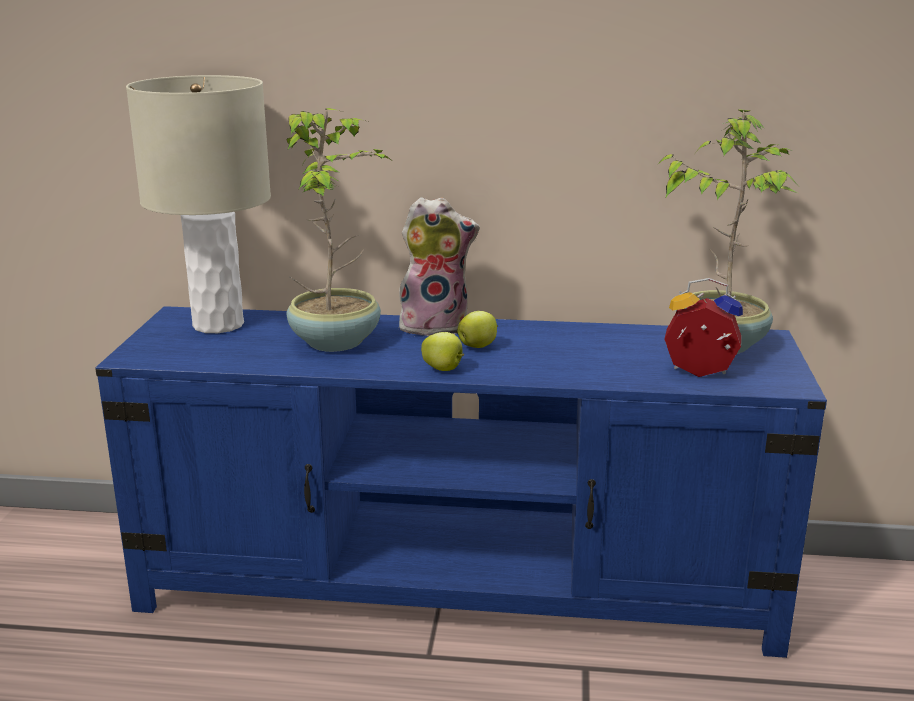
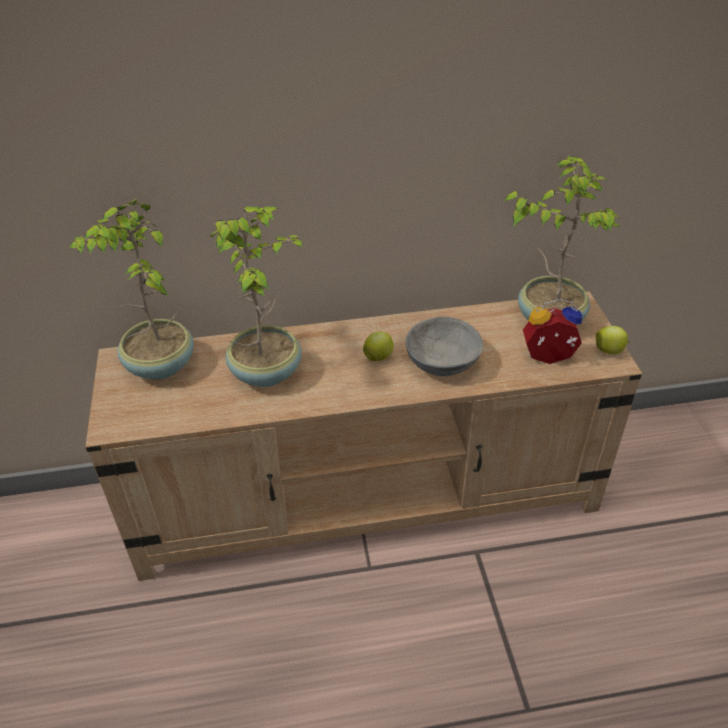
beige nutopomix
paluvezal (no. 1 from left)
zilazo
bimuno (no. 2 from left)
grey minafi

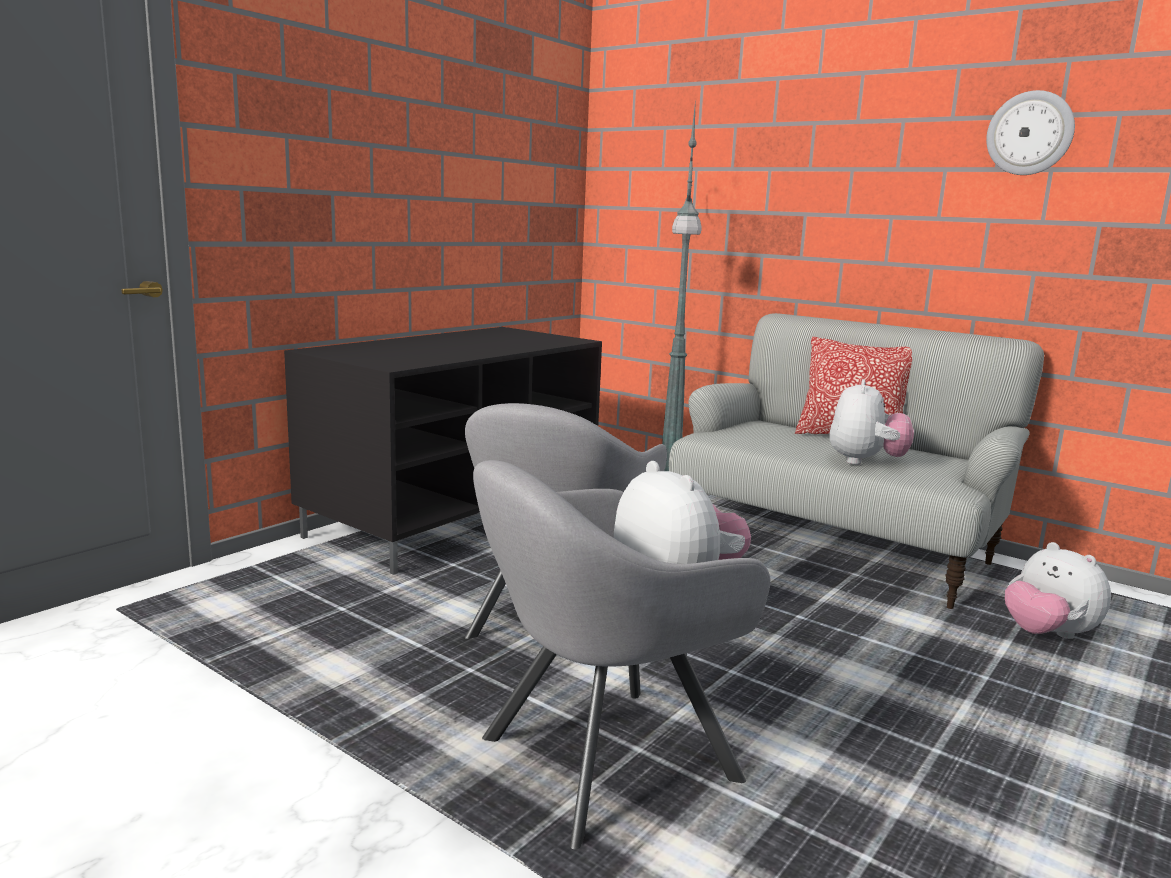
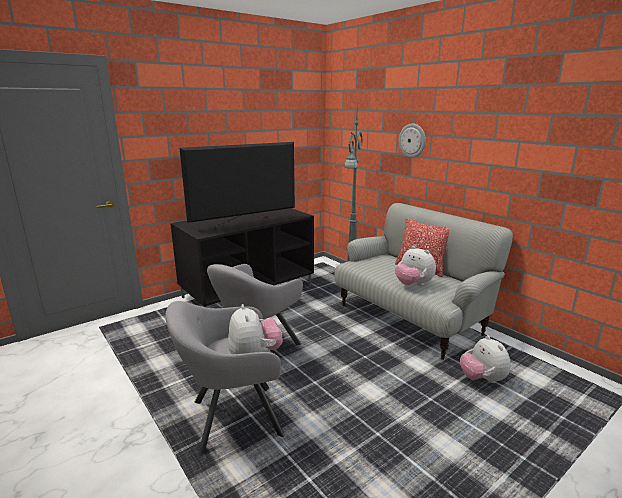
zilazo (no. 2 from left)
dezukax
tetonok

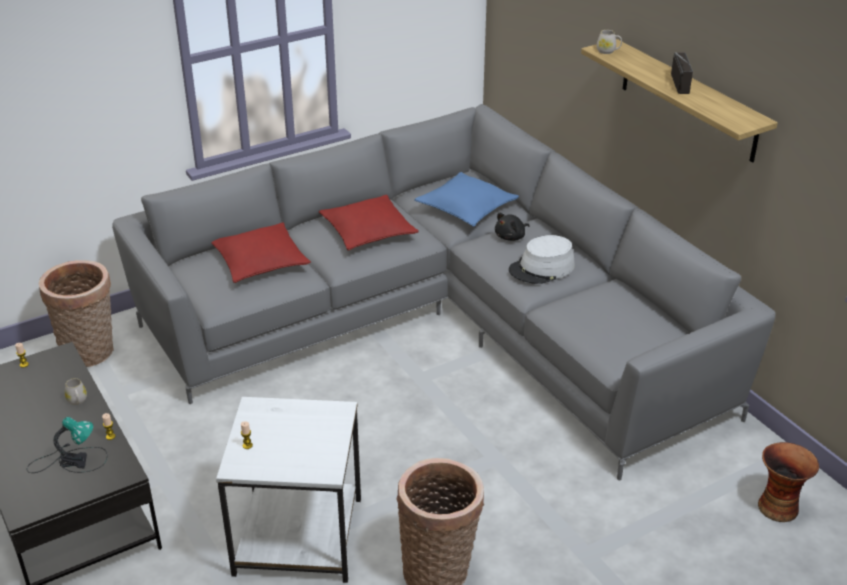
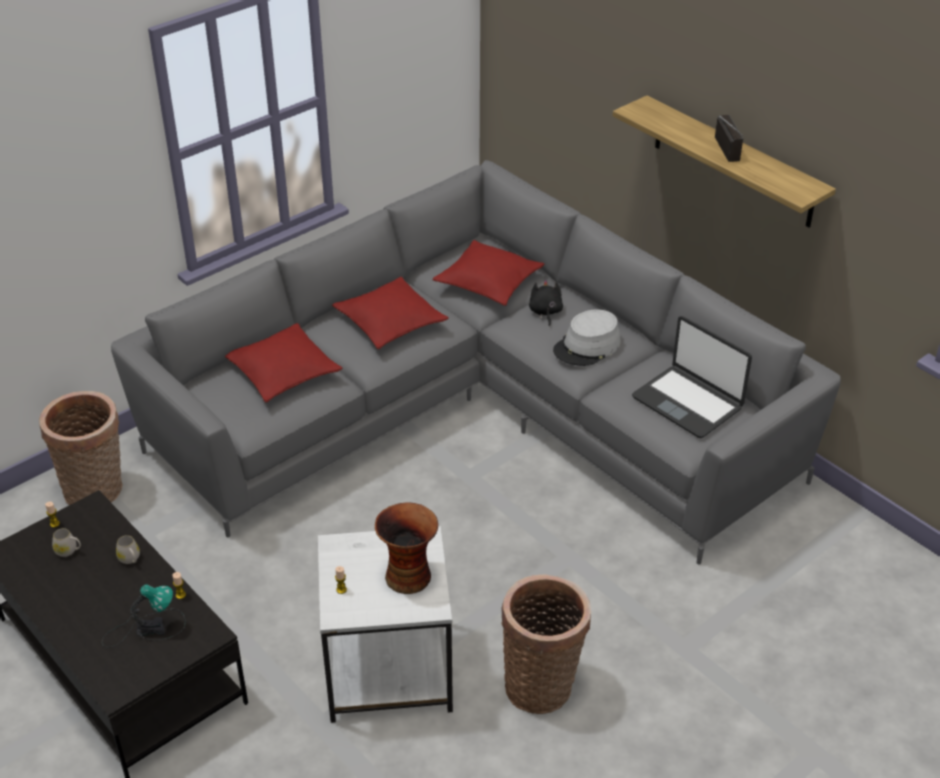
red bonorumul (no. 3 from left)
black zilazo
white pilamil (no. 1 from left)
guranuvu
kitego

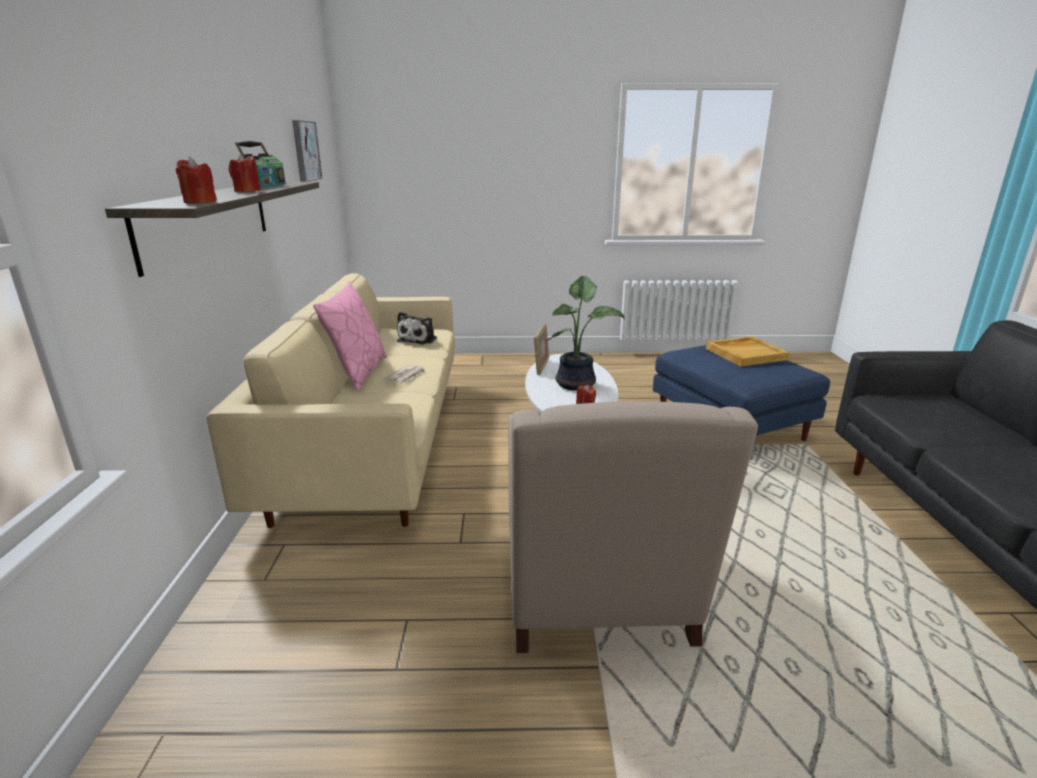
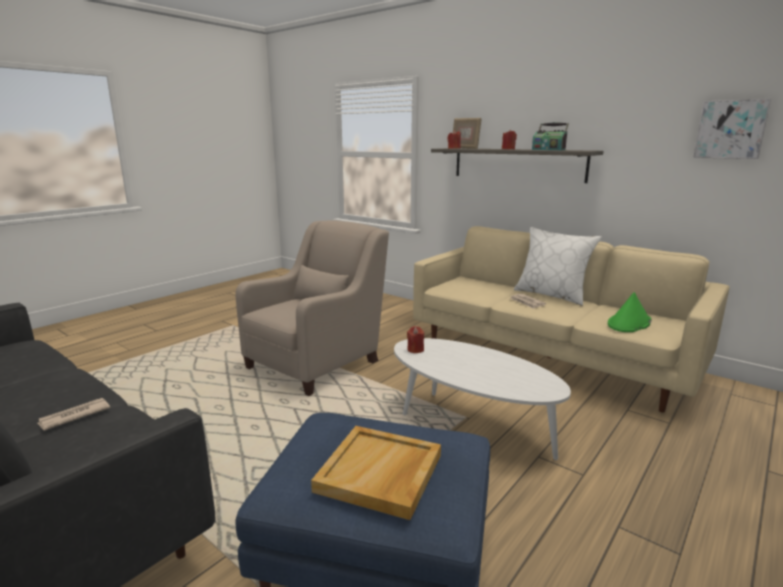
white bonorumul
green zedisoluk
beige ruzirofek
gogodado
paluvezal
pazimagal (no. 1 from left)

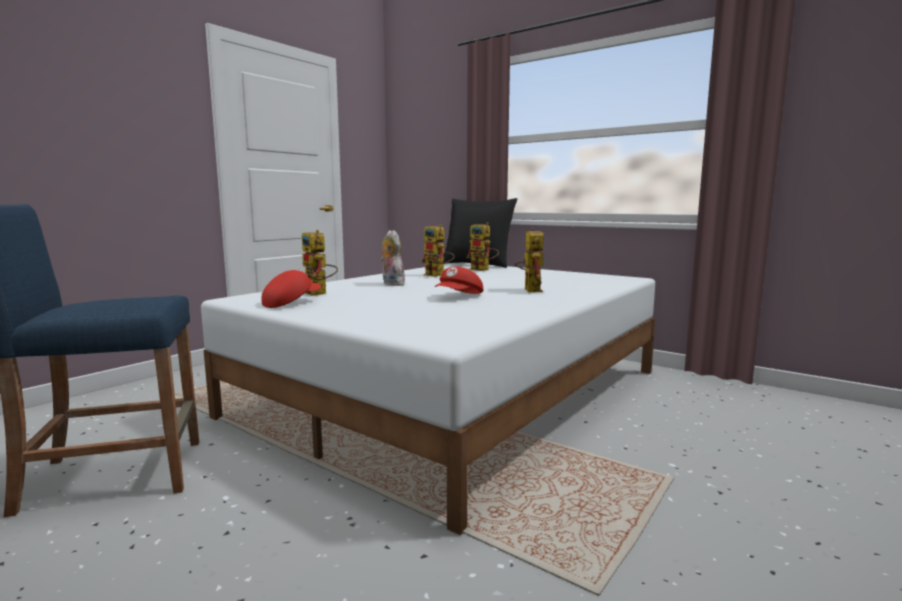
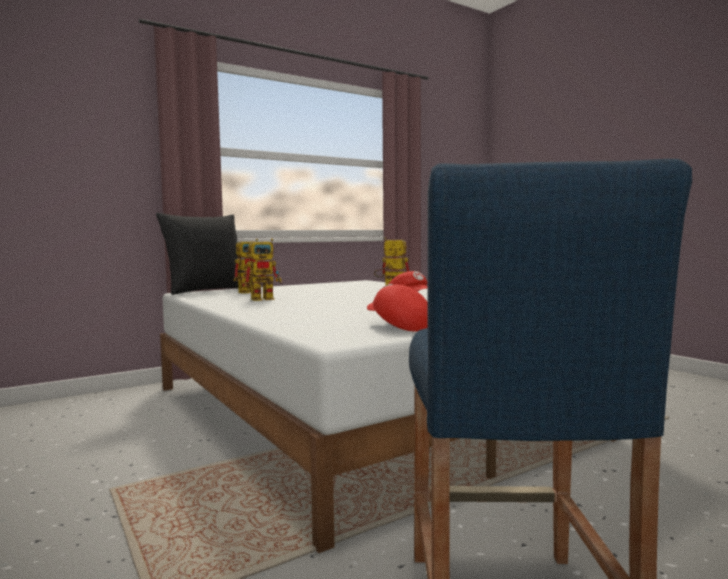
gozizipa (no. 1 from left in the first image)
zilazo

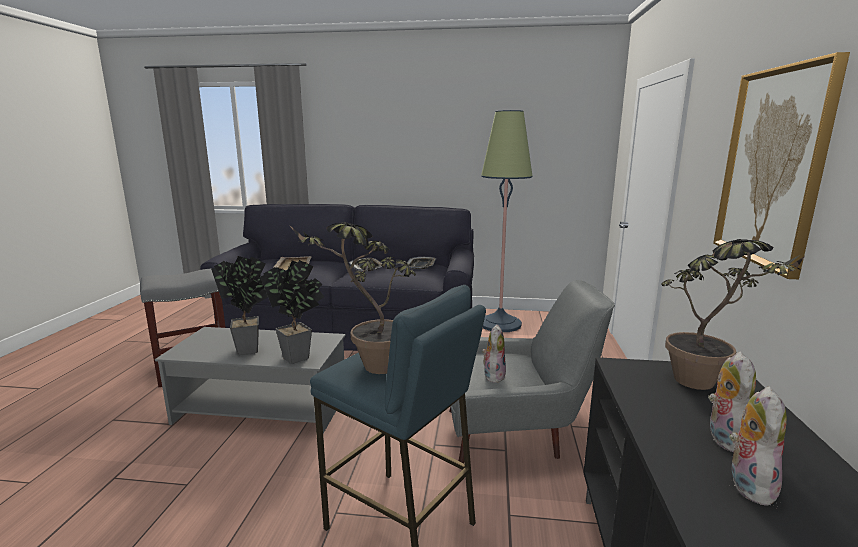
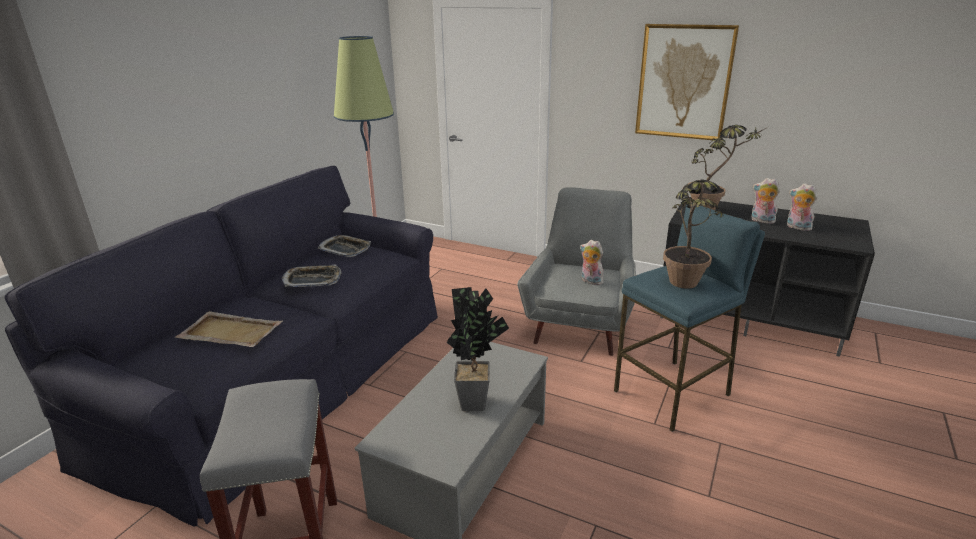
paluvezal (no. 2 from left in the first image)

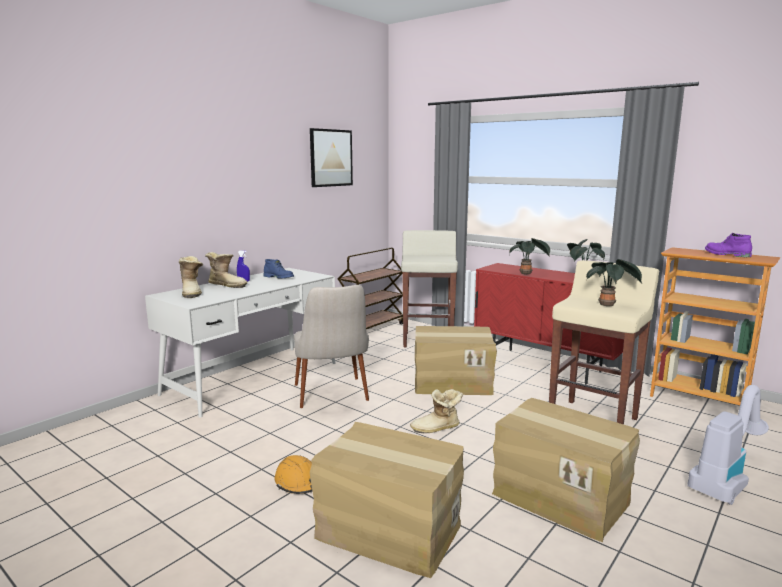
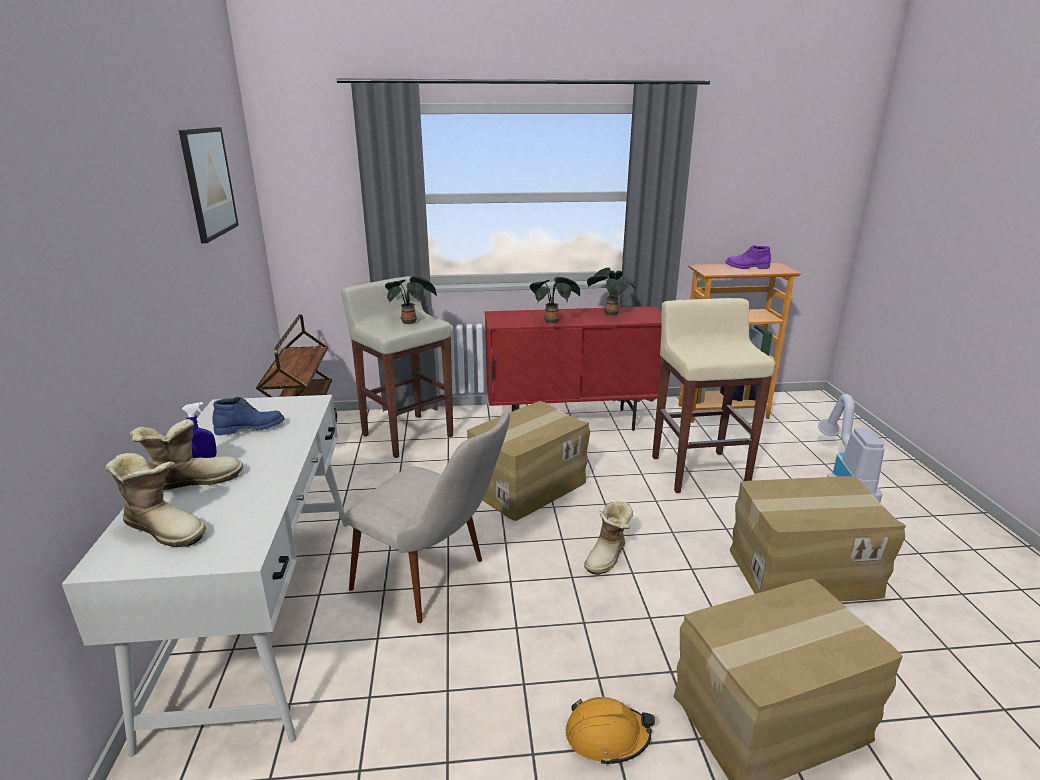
paluvezal (no. 1 from left)

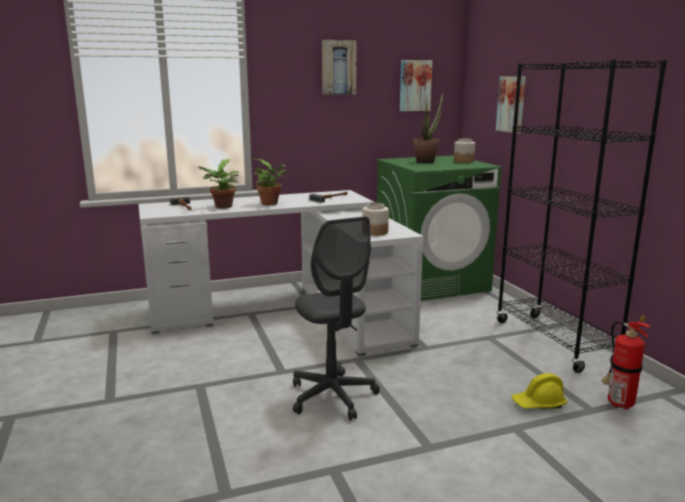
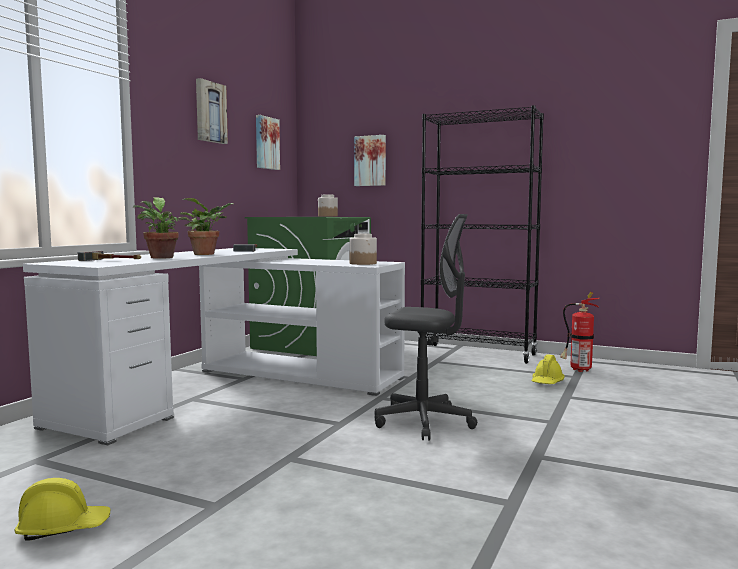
paluvezal (no. 3 from left in the first image)
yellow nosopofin (no. 1 from left)

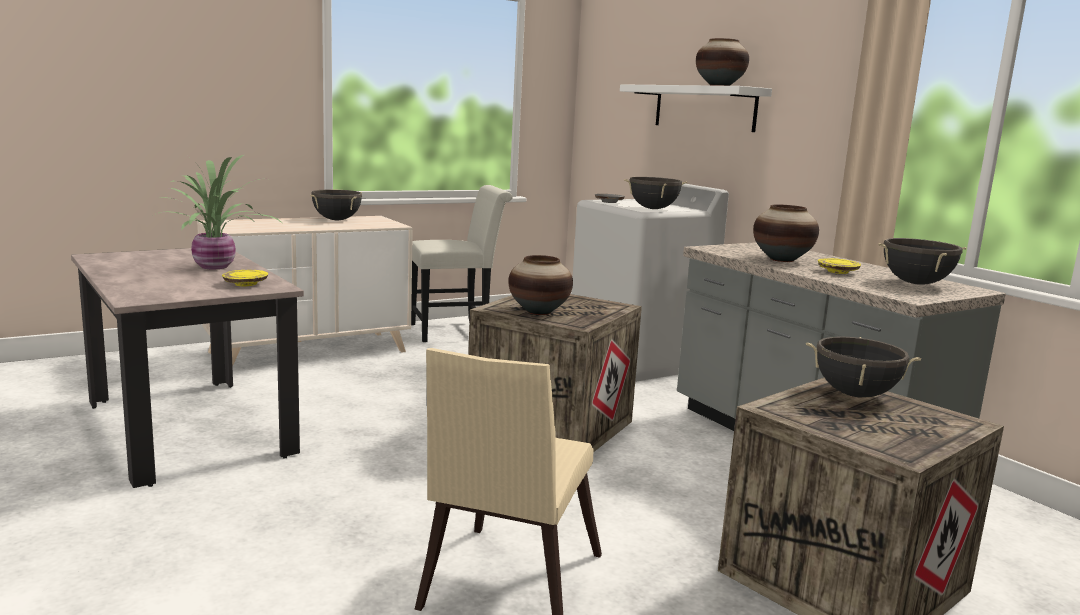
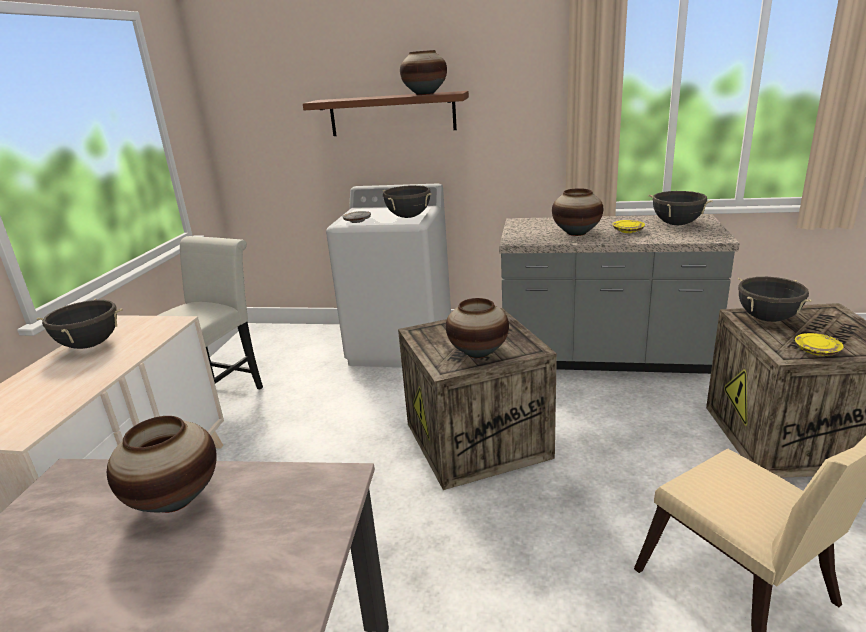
guranuvu (no. 1 from left)
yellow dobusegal (no. 2 from left)
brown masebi

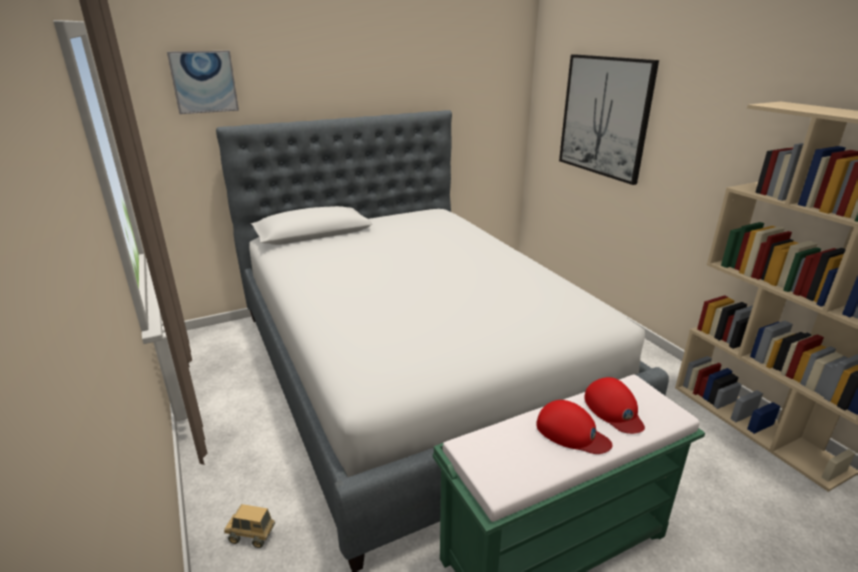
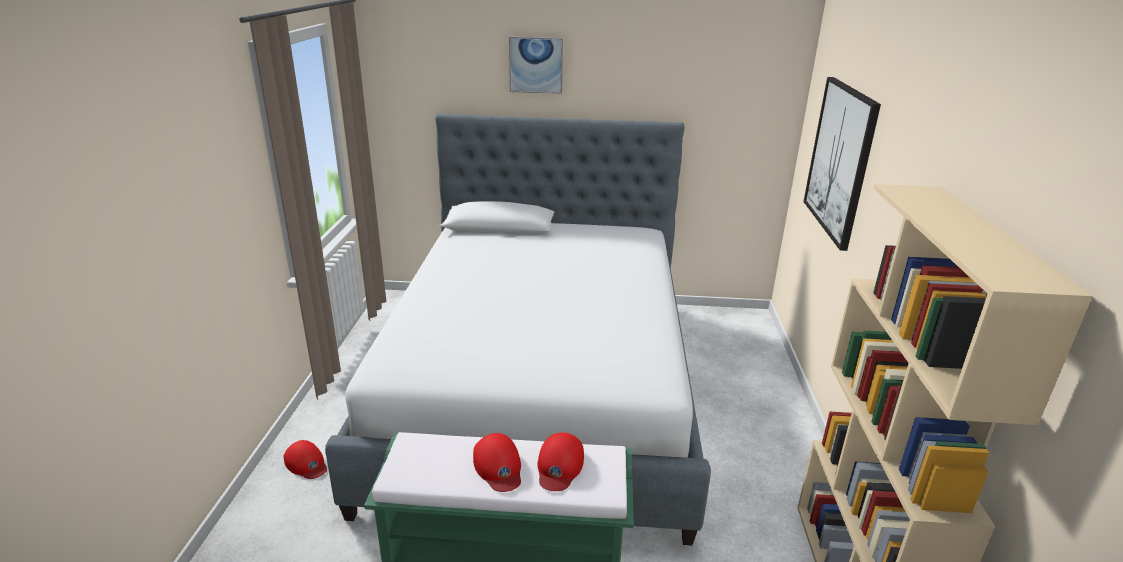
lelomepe (no. 1 from left)
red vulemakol (no. 1 from left)

